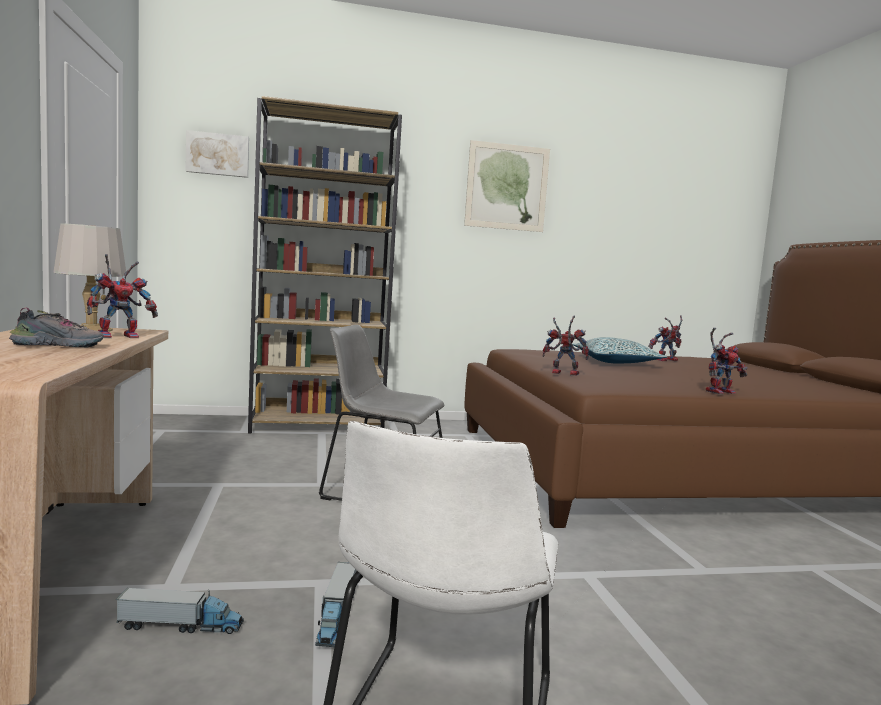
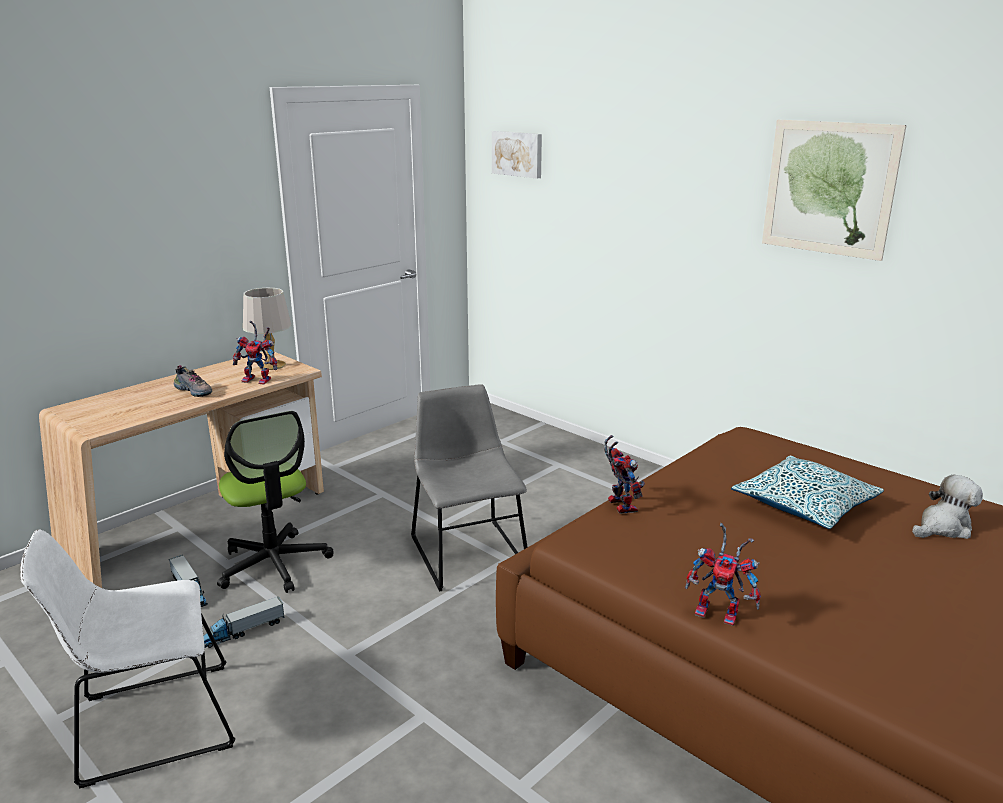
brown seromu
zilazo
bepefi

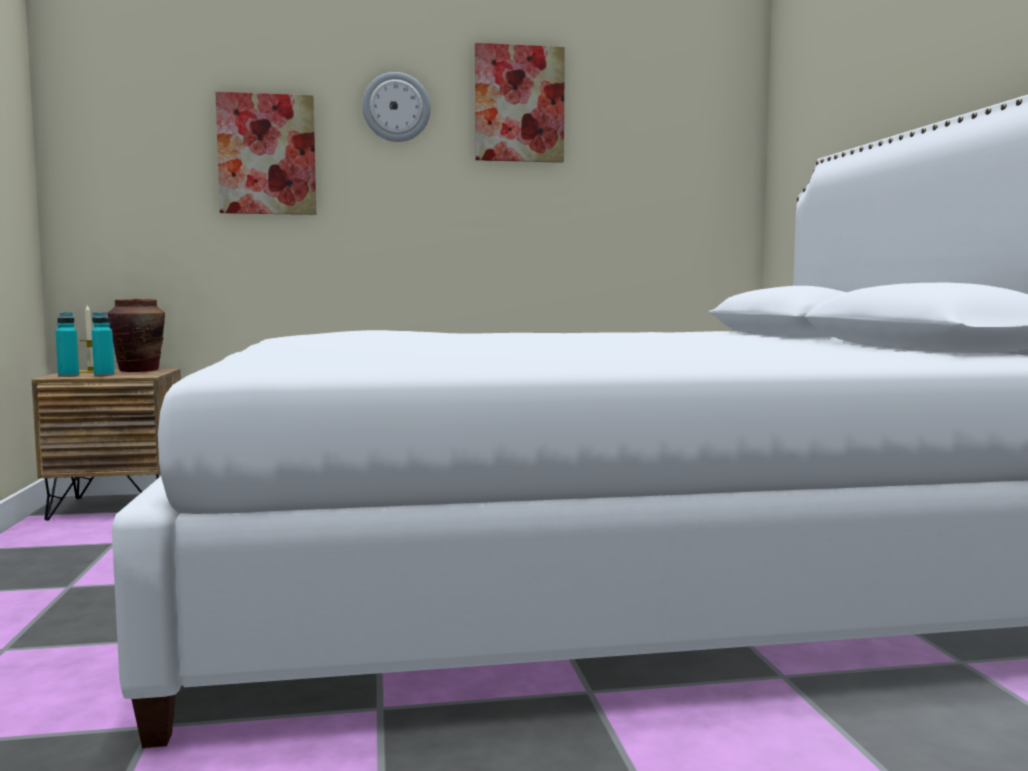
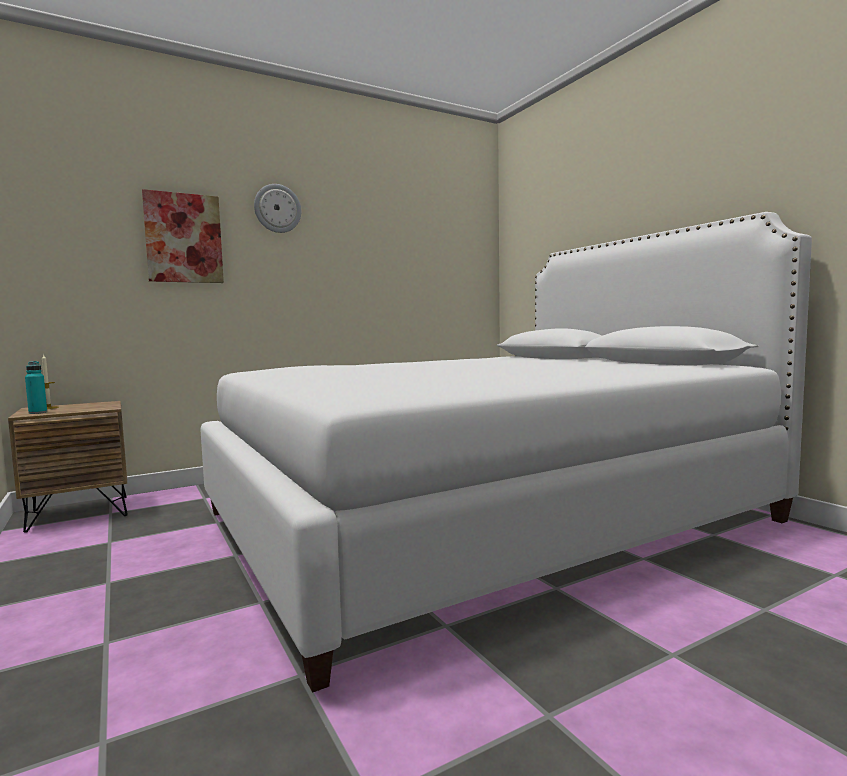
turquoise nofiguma (no. 2 from left in the first image)
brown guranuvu
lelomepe (no. 2 from left in the first image)

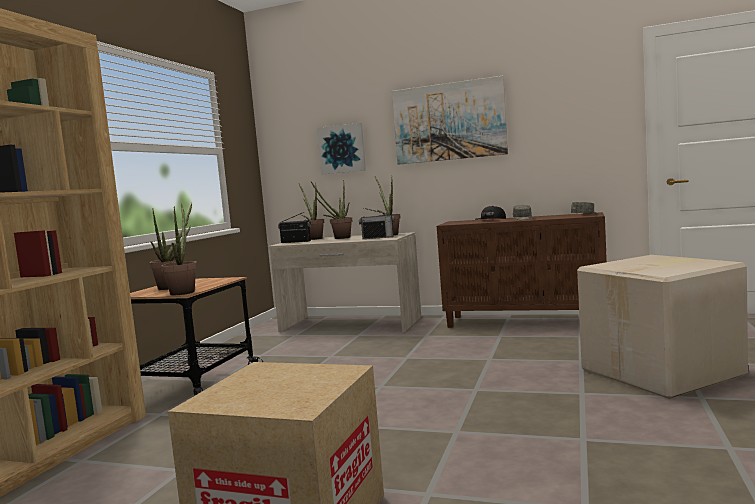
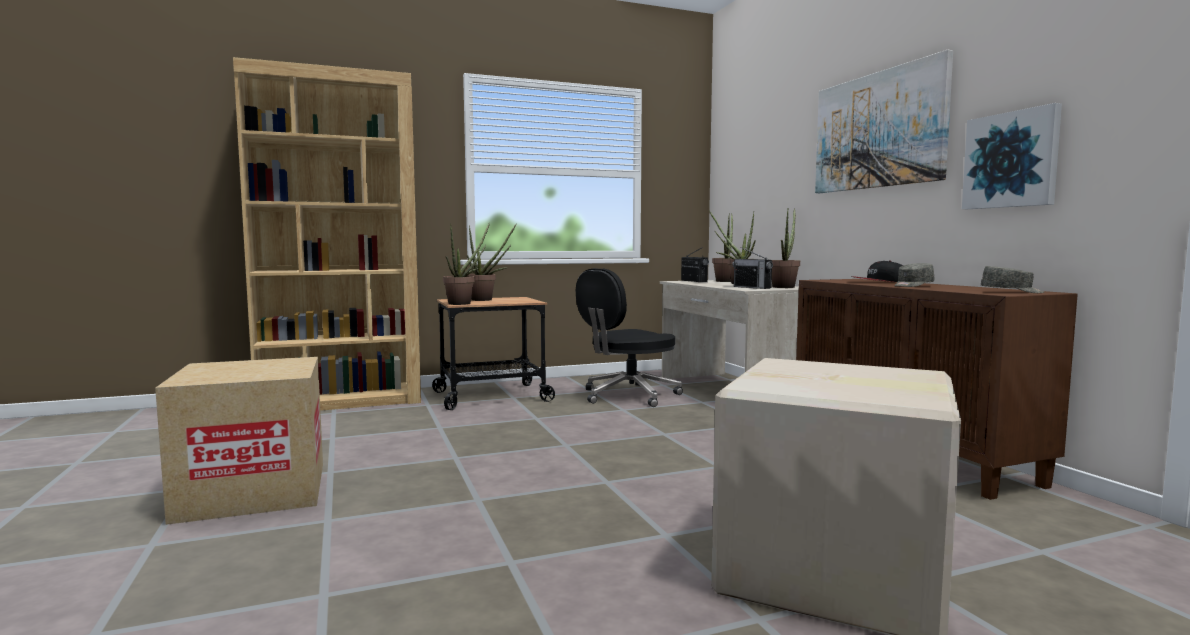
lelomepe (no. 2 from left)
black bepefi

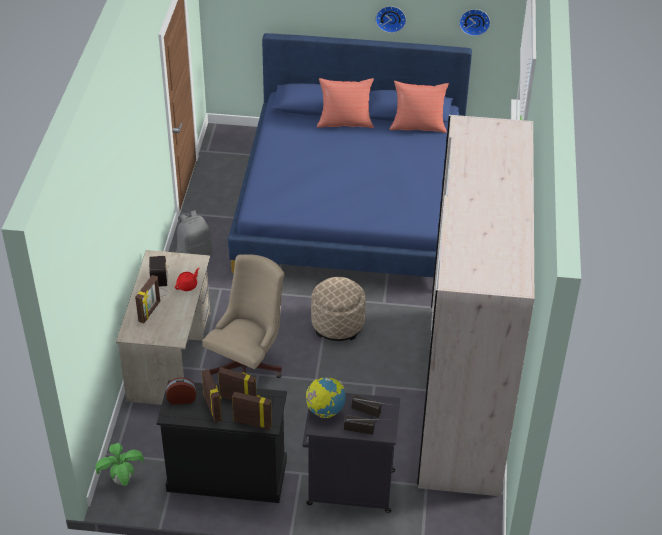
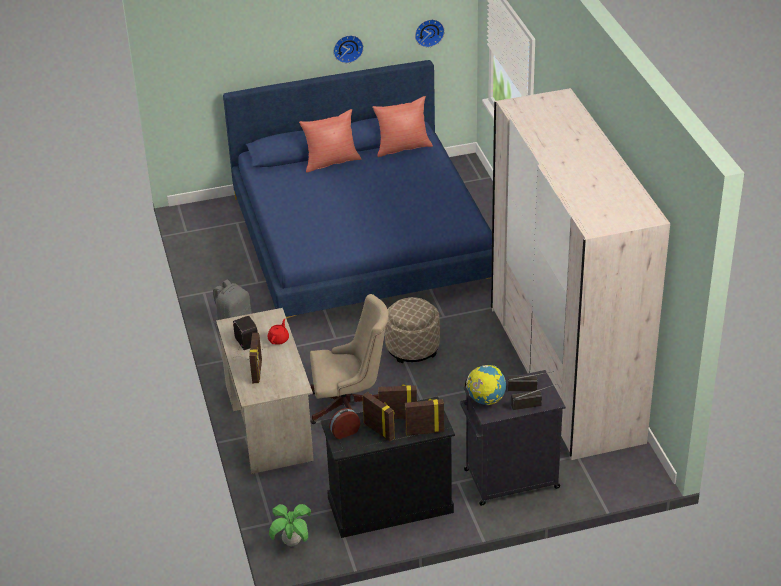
beige bepefi

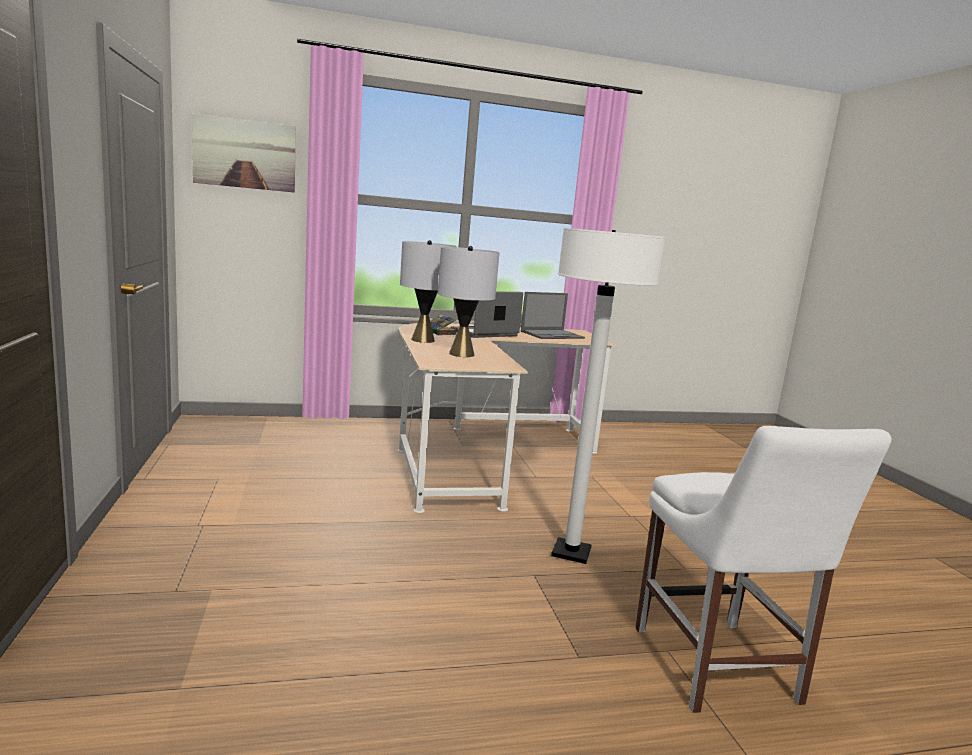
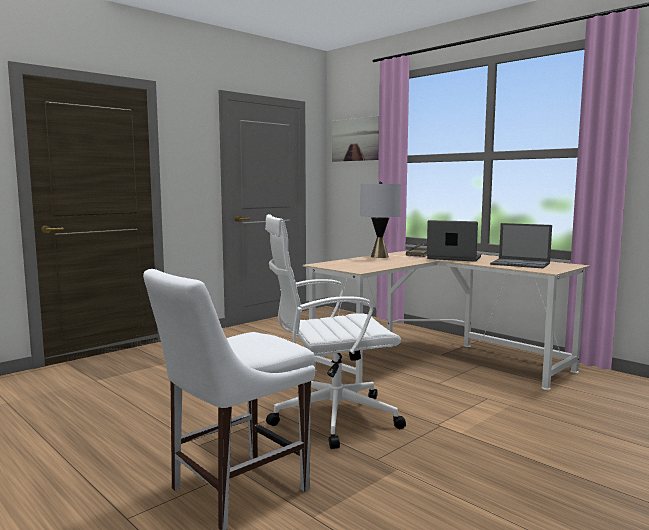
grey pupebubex (no. 2 from left in the first image)
white bepefi

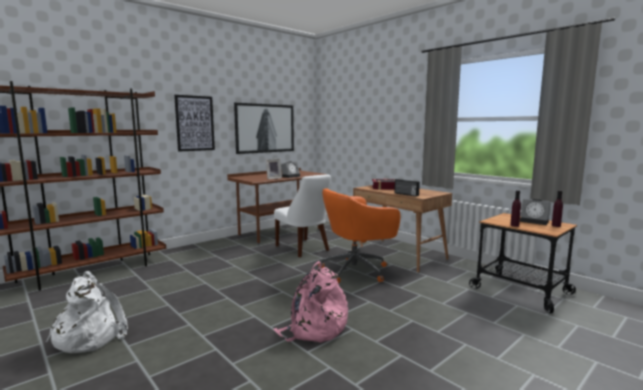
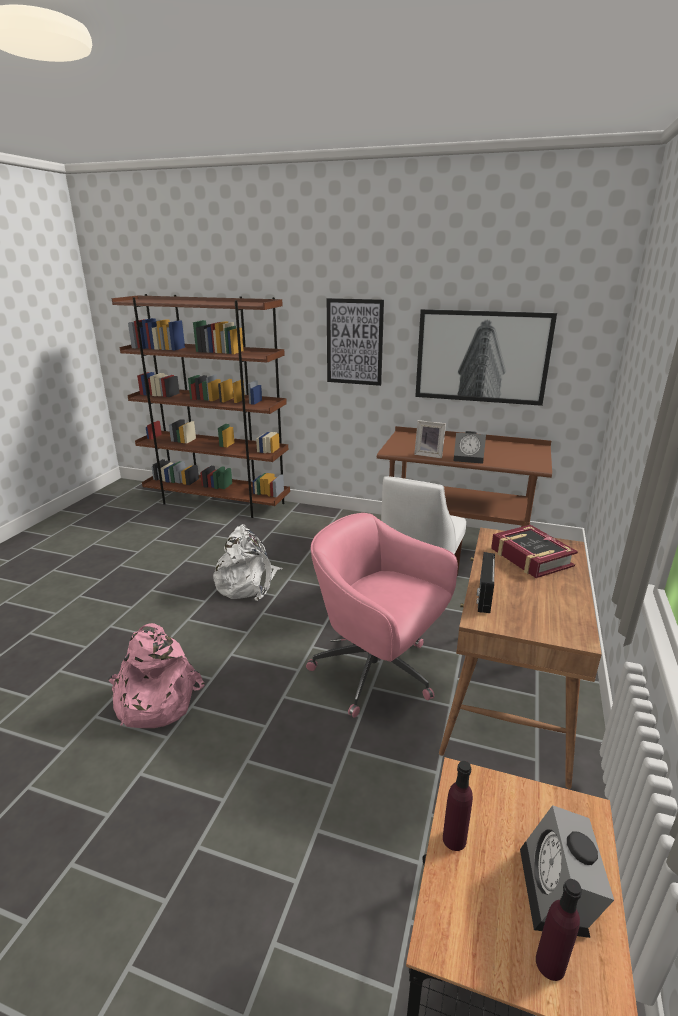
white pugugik
pink bepefi

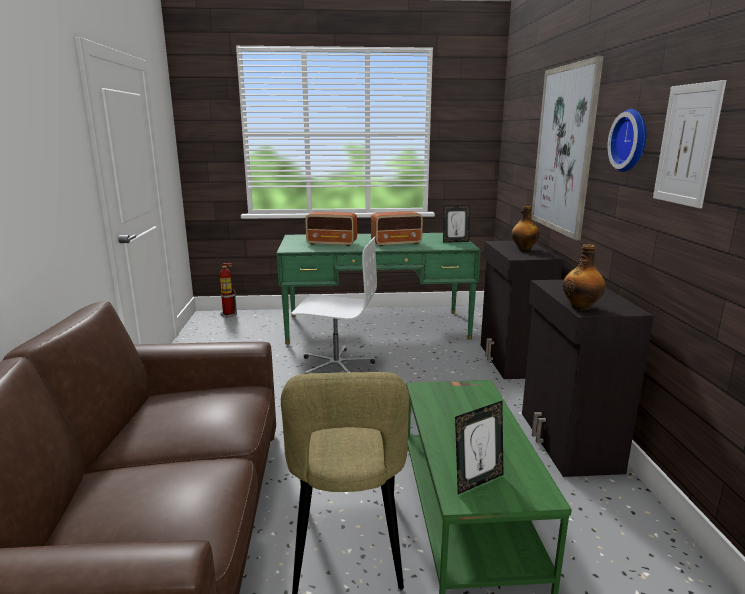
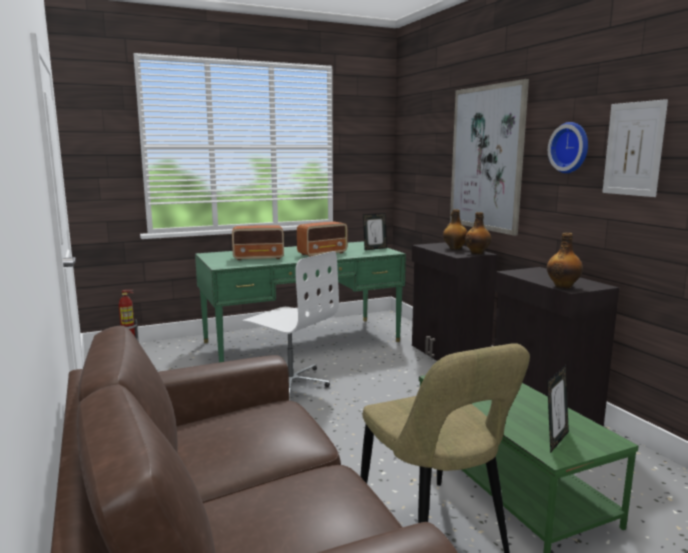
white bepefi
nofiguma (no. 2 from left)

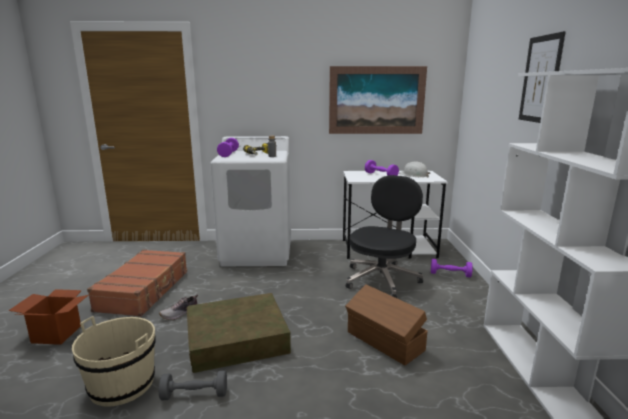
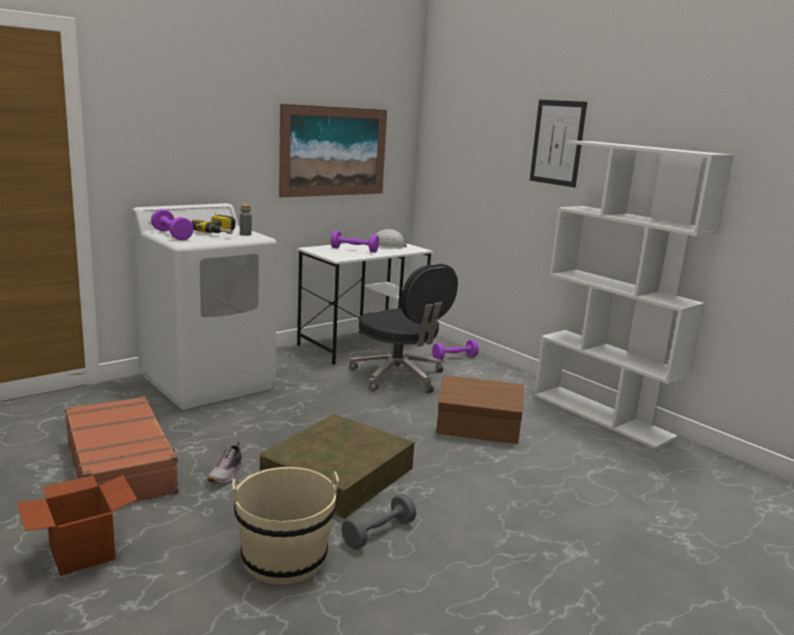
black bepefi

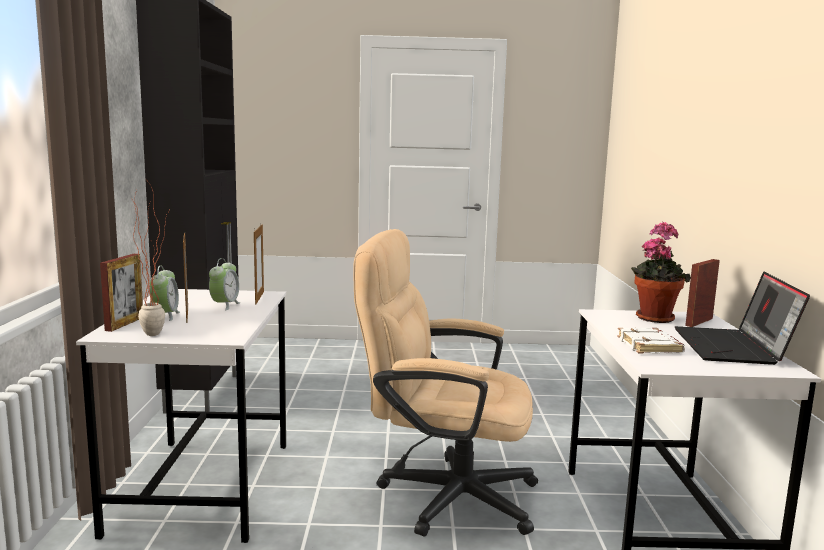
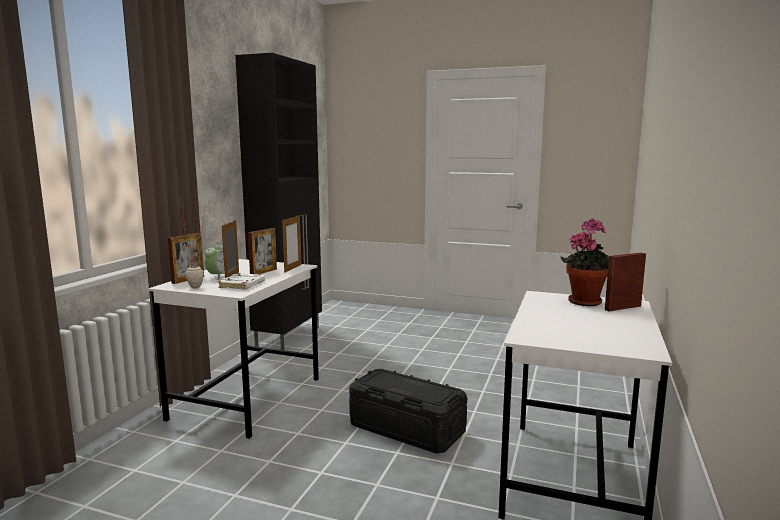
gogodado (no. 3 from left)
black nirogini
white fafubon
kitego

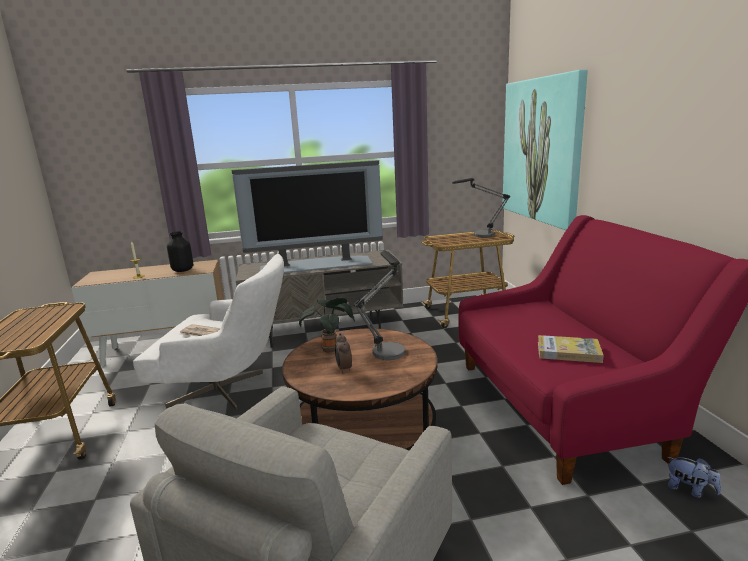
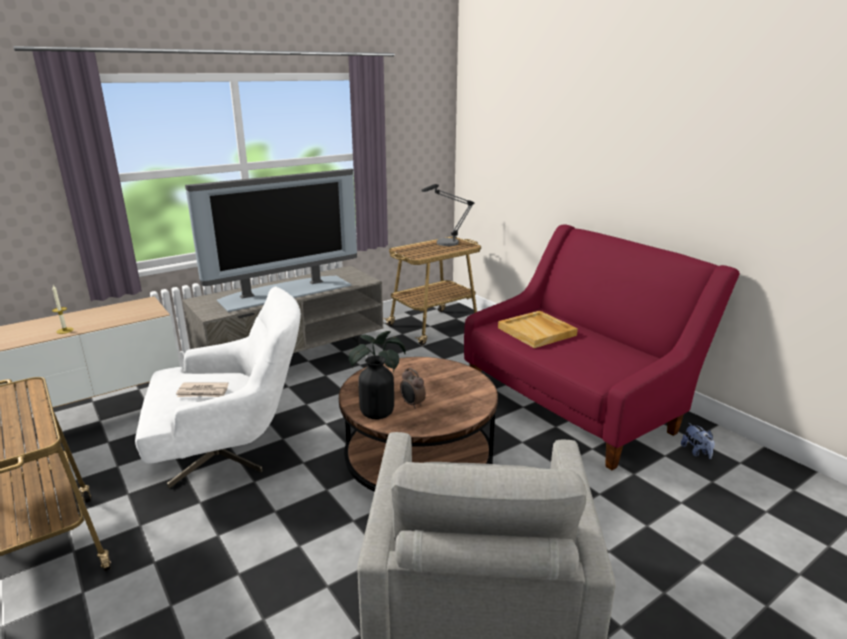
black guranuvu
pupebubex (no. 1 from left in the first image)
lelomepe
fafubon
zilazo
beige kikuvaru

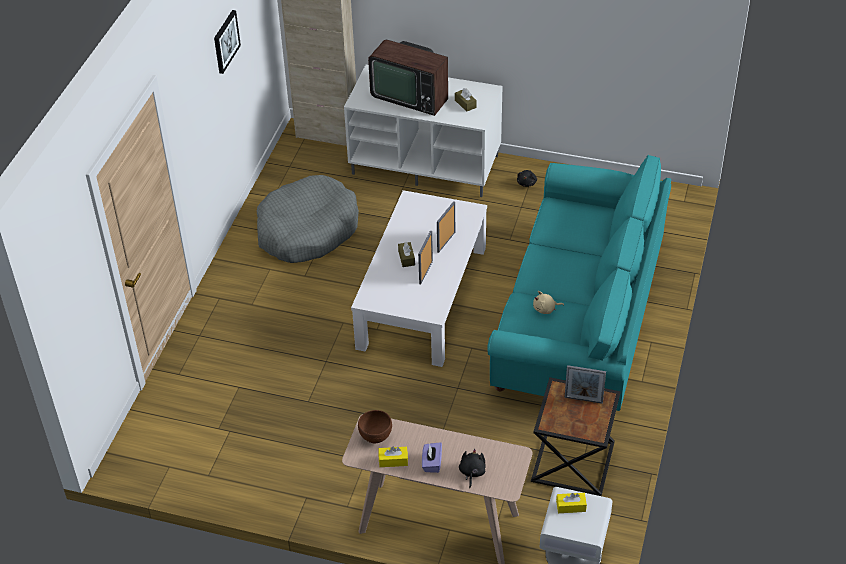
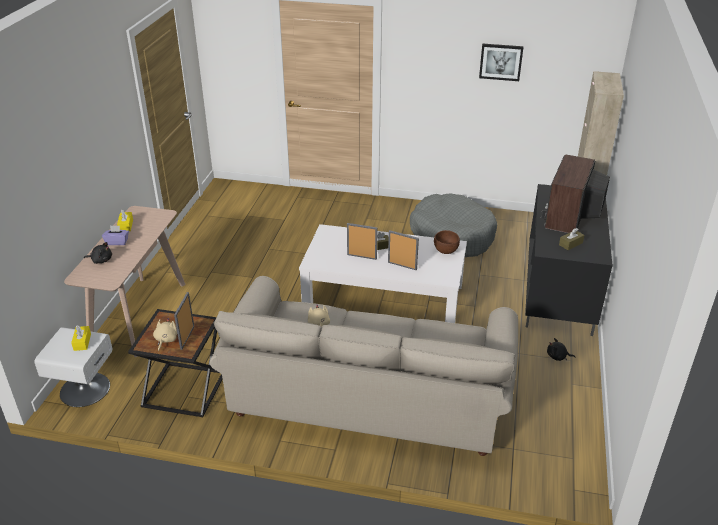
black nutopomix
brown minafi
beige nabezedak
beige zilazo (no. 1 from left)

